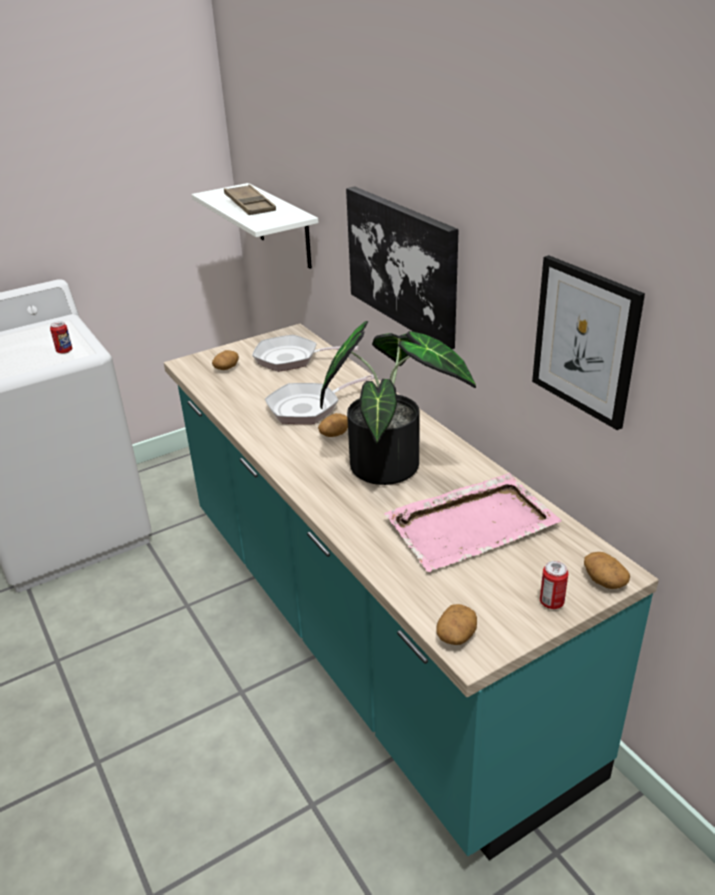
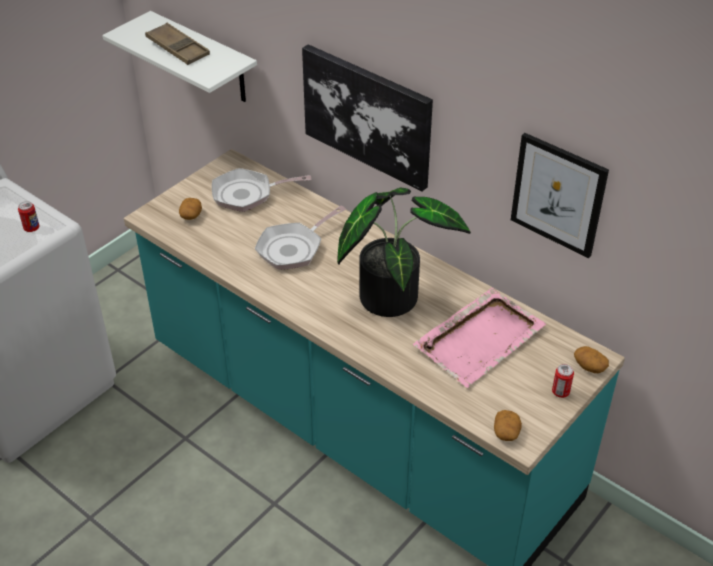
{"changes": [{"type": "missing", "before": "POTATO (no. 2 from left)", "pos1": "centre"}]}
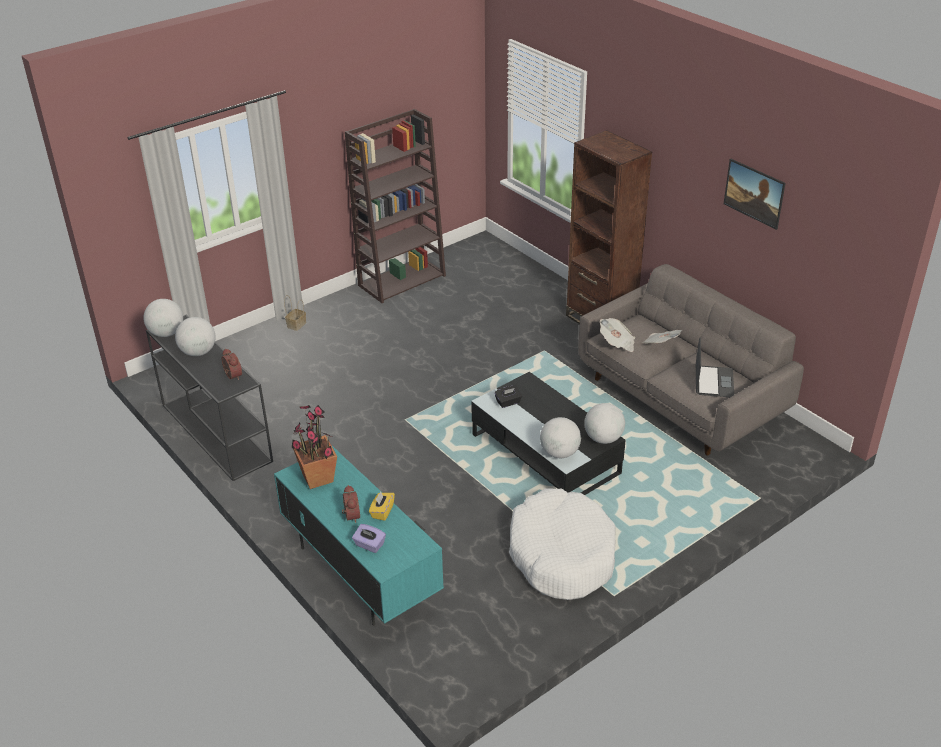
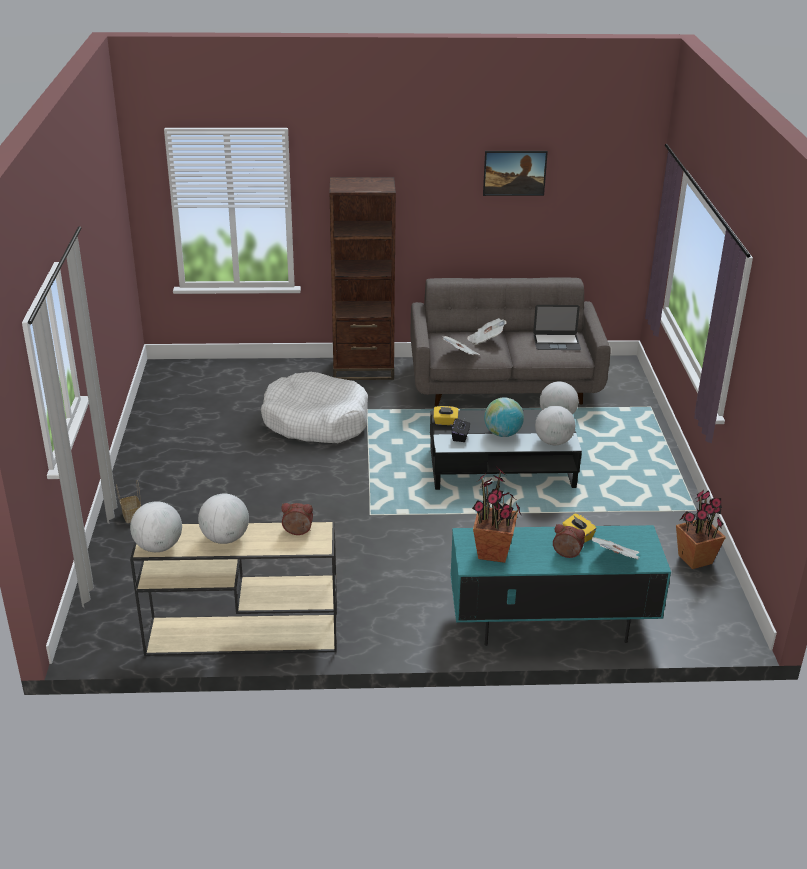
{"changes": [{"type": "missing", "before": "BROWN BOOKCASE (no. 1 from left)", "pos1": "top centre"}, {"type": "appeared", "after": "YELLOW TISSUE BOX (no. 1 from left)", "pos2": "centre"}, {"type": "appeared", "after": "GLOBE (no. 3 from left)", "pos2": "centre"}, {"type": "appeared", "after": "POTTED PLANT (no. 2 from left)", "pos2": "middle right"}, {"type": "relocated", "before": "WHITE DOG BED", "pos1": "bottom centre", "pos2": "centre"}, {"type": "exchanged", "before": "PURPLE TISSUE BOX", "after": "NEWSPAPER (no. 3 from left)", "pos1": "bottom centre", "pos2": "middle right"}, {"type": "colour", "before": "BLACK CONSOLE TABLE", "after": "BEIGE CONSOLE TABLE", "pos1": "middle left", "pos2": "bottom left"}, {"type": "spun", "before": "LAPTOP", "pos1": "middle right", "pos2": "middle right", "turn": 135}]}
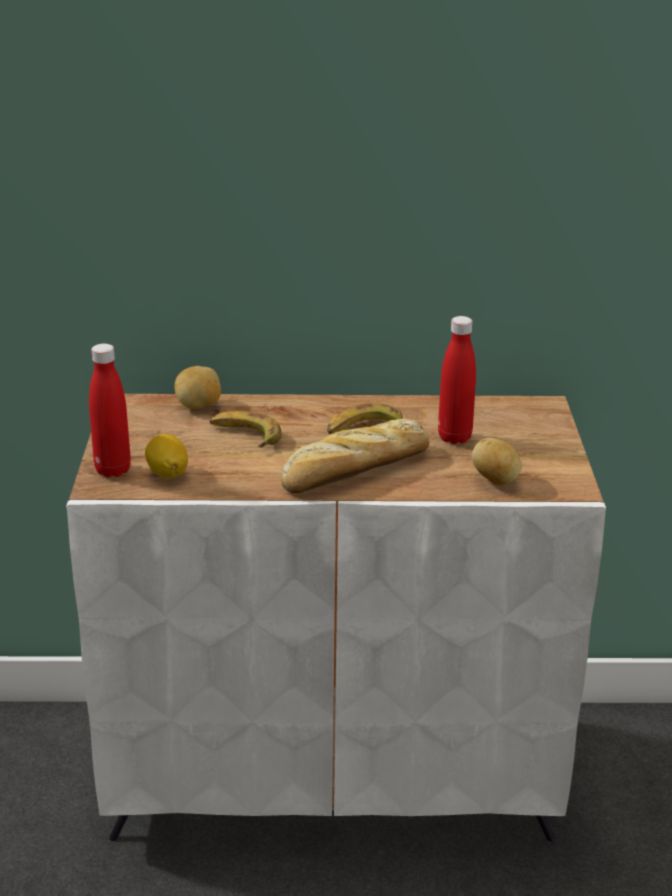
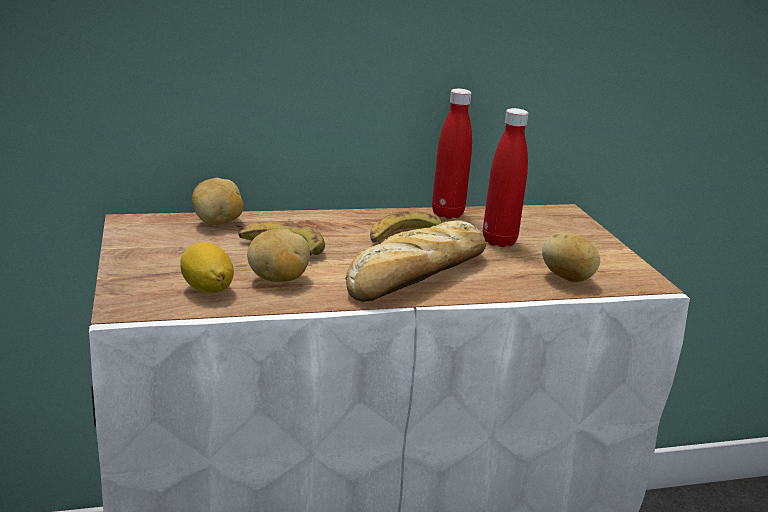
{"changes": [{"type": "appeared", "after": "POTATO (no. 2 from left)", "pos2": "centre"}, {"type": "relocated", "before": "RED BOTTLE (no. 1 from left)", "pos1": "middle left", "pos2": "top centre"}]}
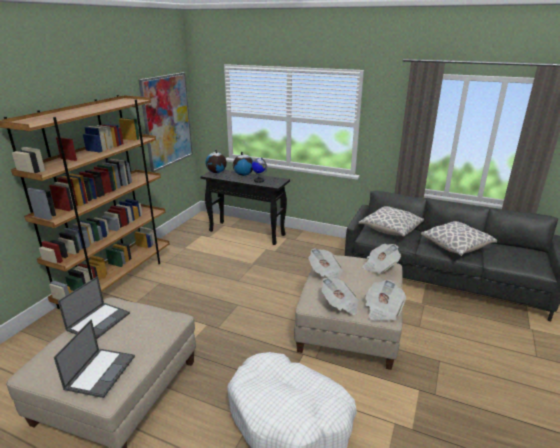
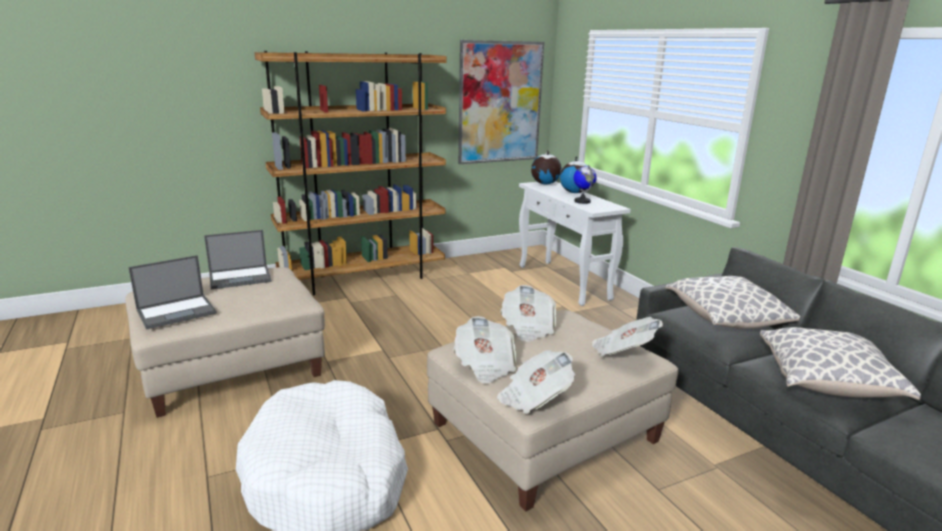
{"changes": [{"type": "colour", "before": "BLACK CONSOLE TABLE", "after": "WHITE CONSOLE TABLE", "pos1": "centre", "pos2": "centre"}]}
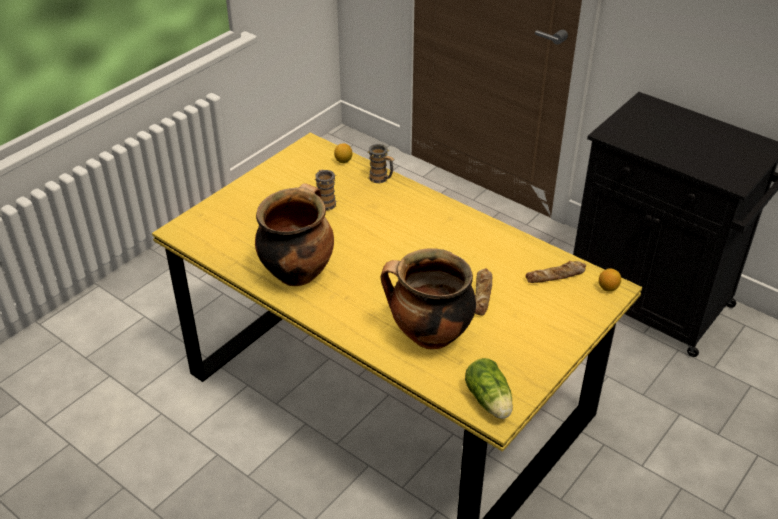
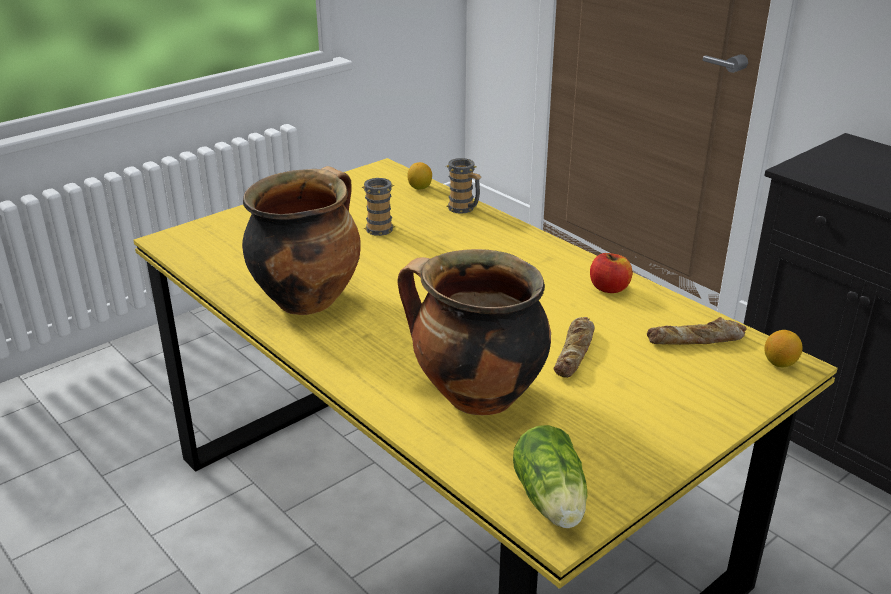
{"changes": [{"type": "appeared", "after": "APPLE", "pos2": "middle right"}]}
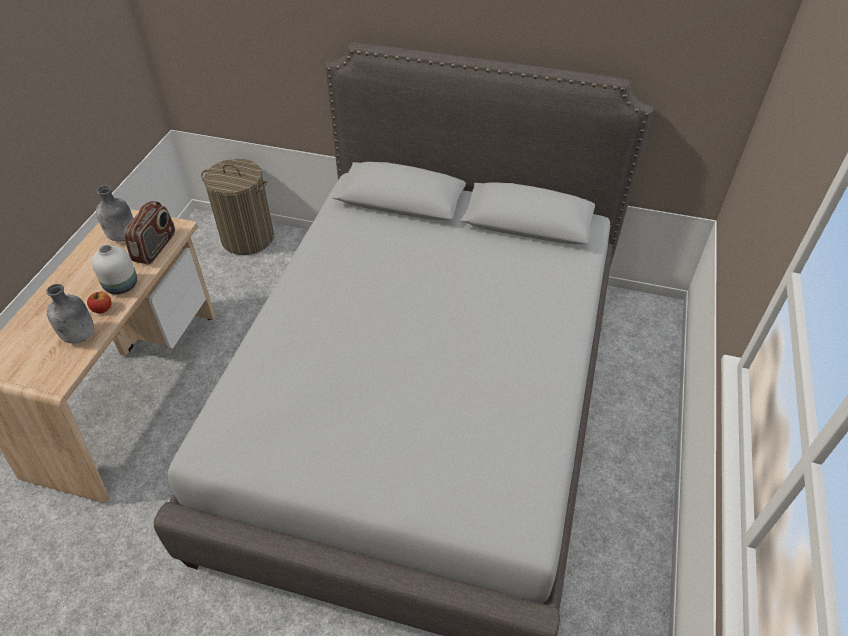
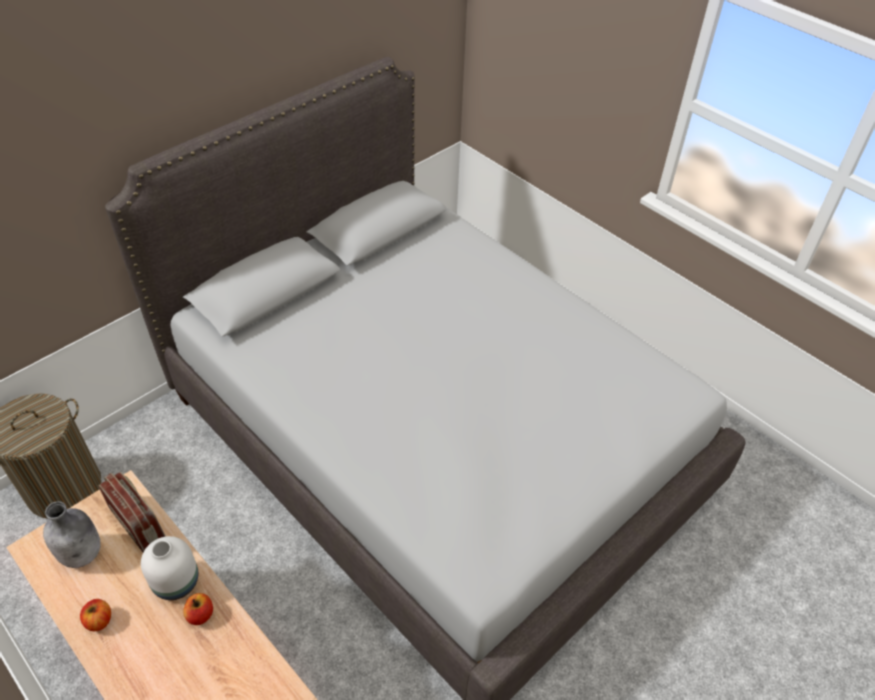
{"changes": [{"type": "missing", "before": "GREY BOTTLE (no. 1 from left)", "pos1": "middle left"}, {"type": "appeared", "after": "APPLE (no. 1 from left)", "pos2": "bottom left"}]}
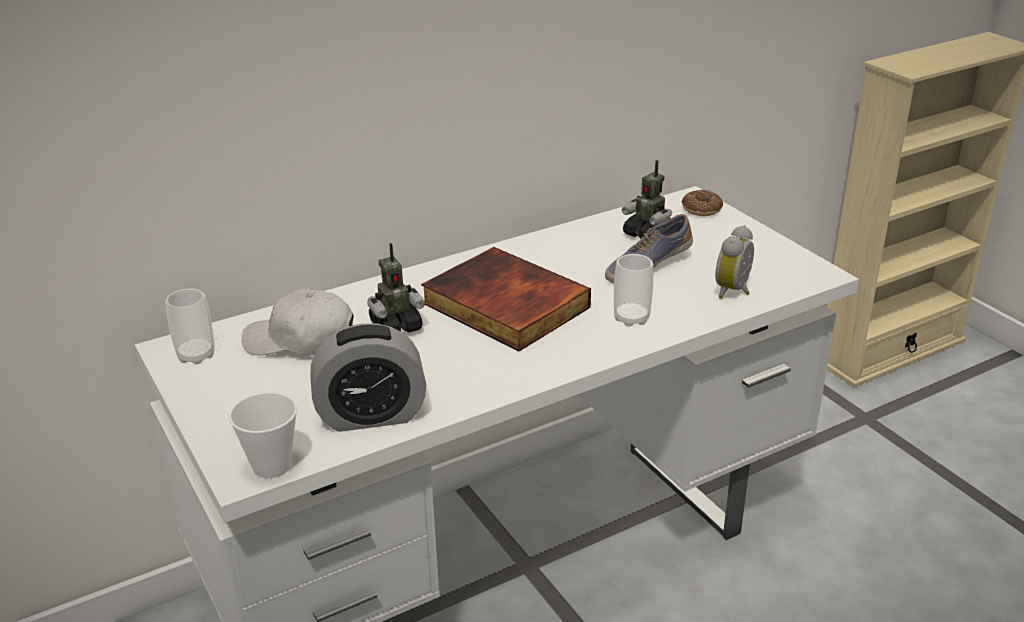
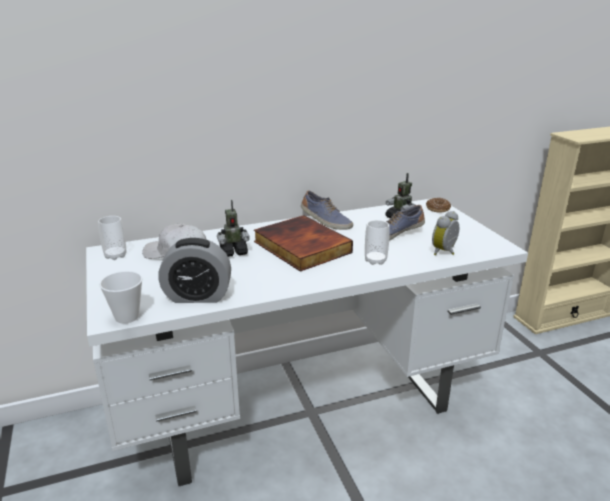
{"changes": [{"type": "appeared", "after": "SHOE (no. 1 from left)", "pos2": "centre"}]}
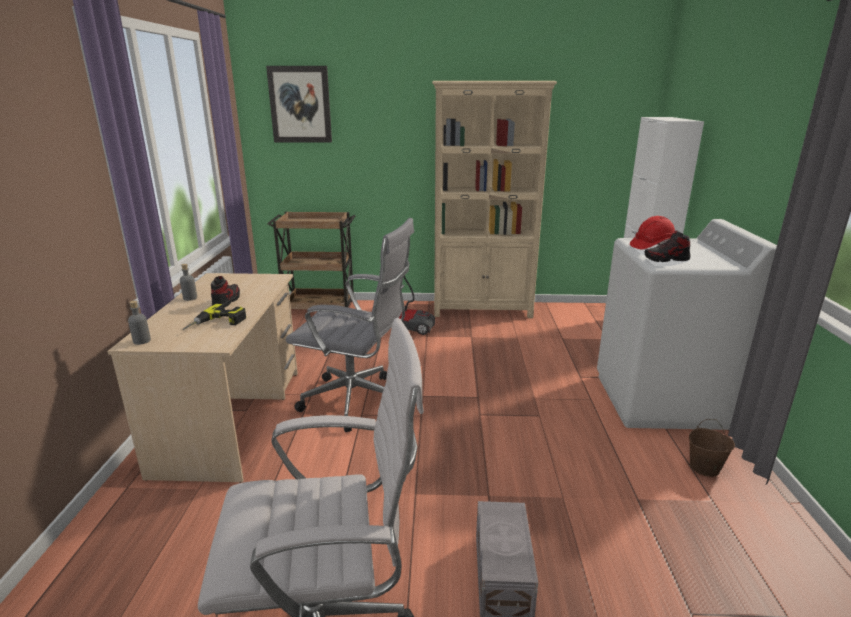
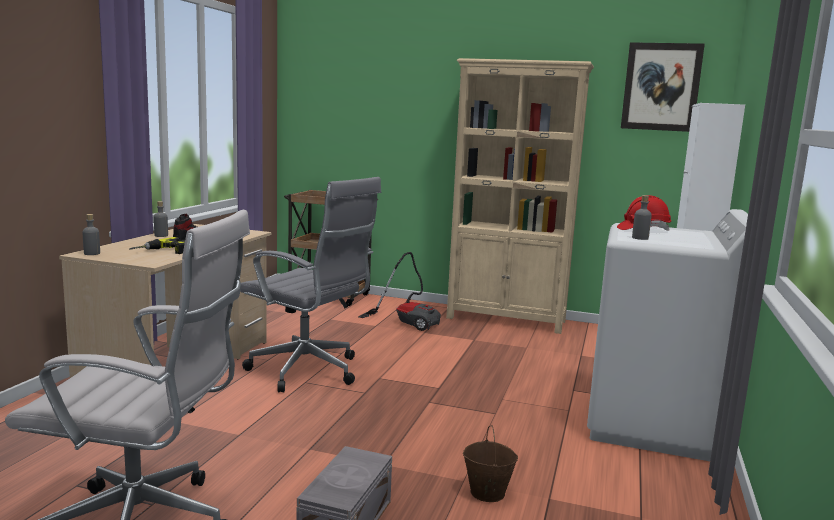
{"changes": [{"type": "relocated", "before": "PICTURE", "pos1": "top centre", "pos2": "top right"}, {"type": "relocated", "before": "BROWN BUCKET", "pos1": "bottom right", "pos2": "bottom centre"}, {"type": "exchanged", "before": "SHOE (no. 2 from left)", "after": "GREY BOTTLE (no. 3 from left)", "pos1": "middle right", "pos2": "middle right"}]}
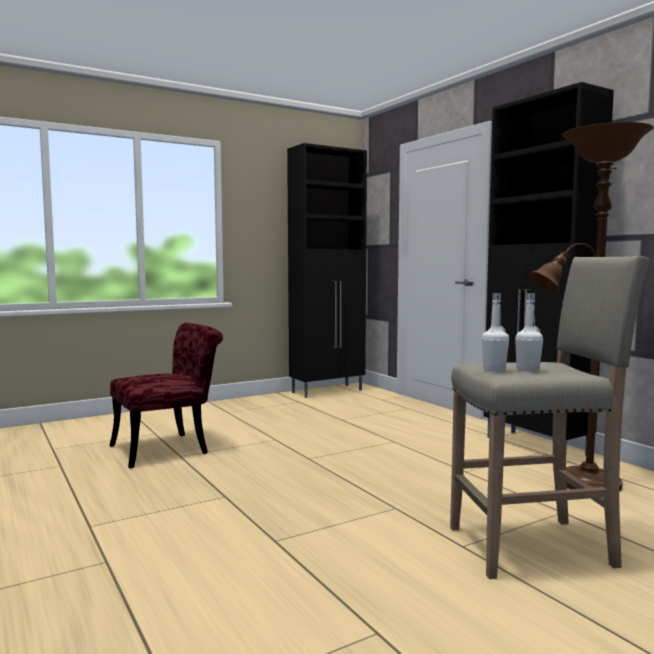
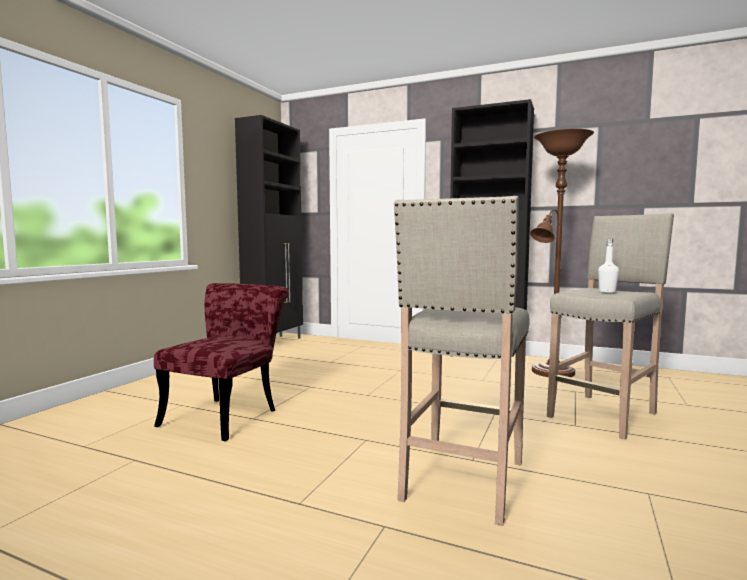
{"changes": [{"type": "missing", "before": "WHITE BOTTLE (no. 1 from left)", "pos1": "middle right"}, {"type": "appeared", "after": "BEIGE STOOL (no. 1 from left)", "pos2": "centre"}]}
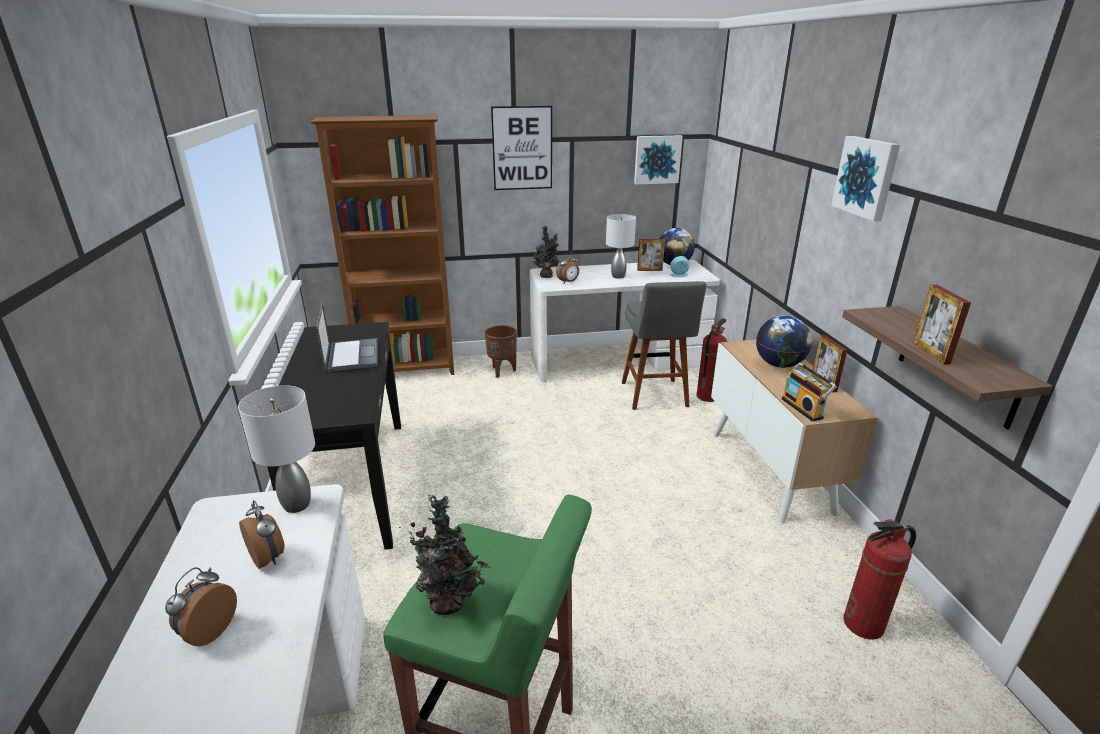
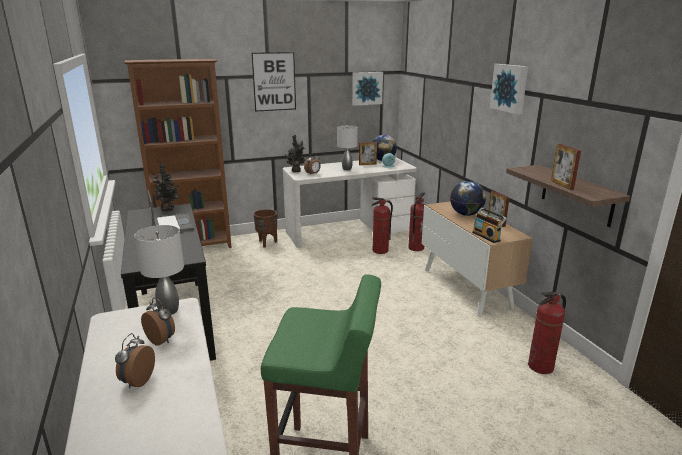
{"changes": [{"type": "relocated", "before": "POTTED PLANT (no. 1 from left)", "pos1": "bottom centre", "pos2": "middle left"}, {"type": "exchanged", "before": "GREY STOOL", "after": "FIRE EXTINGUISHER (no. 1 from left)", "pos1": "centre", "pos2": "centre"}]}
